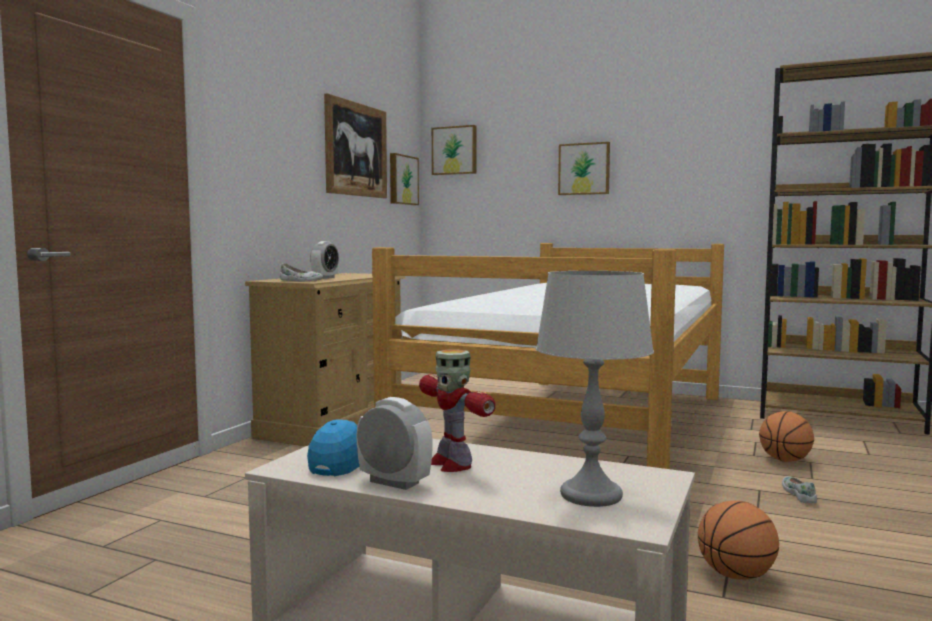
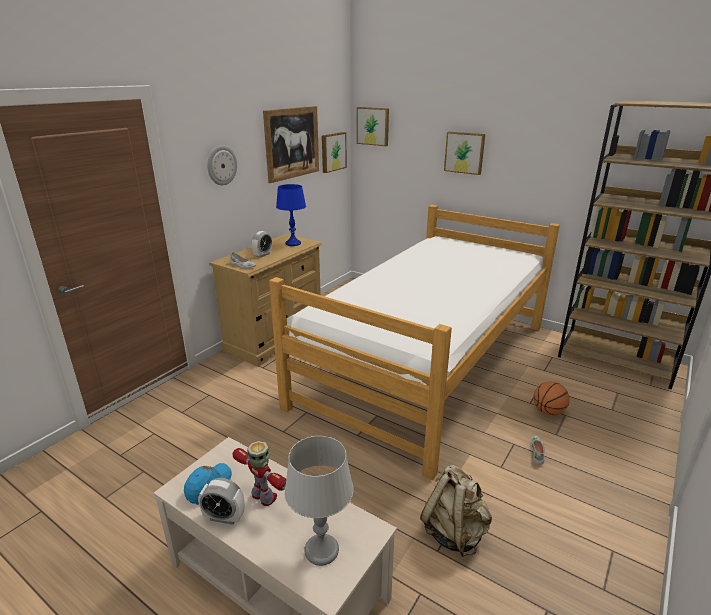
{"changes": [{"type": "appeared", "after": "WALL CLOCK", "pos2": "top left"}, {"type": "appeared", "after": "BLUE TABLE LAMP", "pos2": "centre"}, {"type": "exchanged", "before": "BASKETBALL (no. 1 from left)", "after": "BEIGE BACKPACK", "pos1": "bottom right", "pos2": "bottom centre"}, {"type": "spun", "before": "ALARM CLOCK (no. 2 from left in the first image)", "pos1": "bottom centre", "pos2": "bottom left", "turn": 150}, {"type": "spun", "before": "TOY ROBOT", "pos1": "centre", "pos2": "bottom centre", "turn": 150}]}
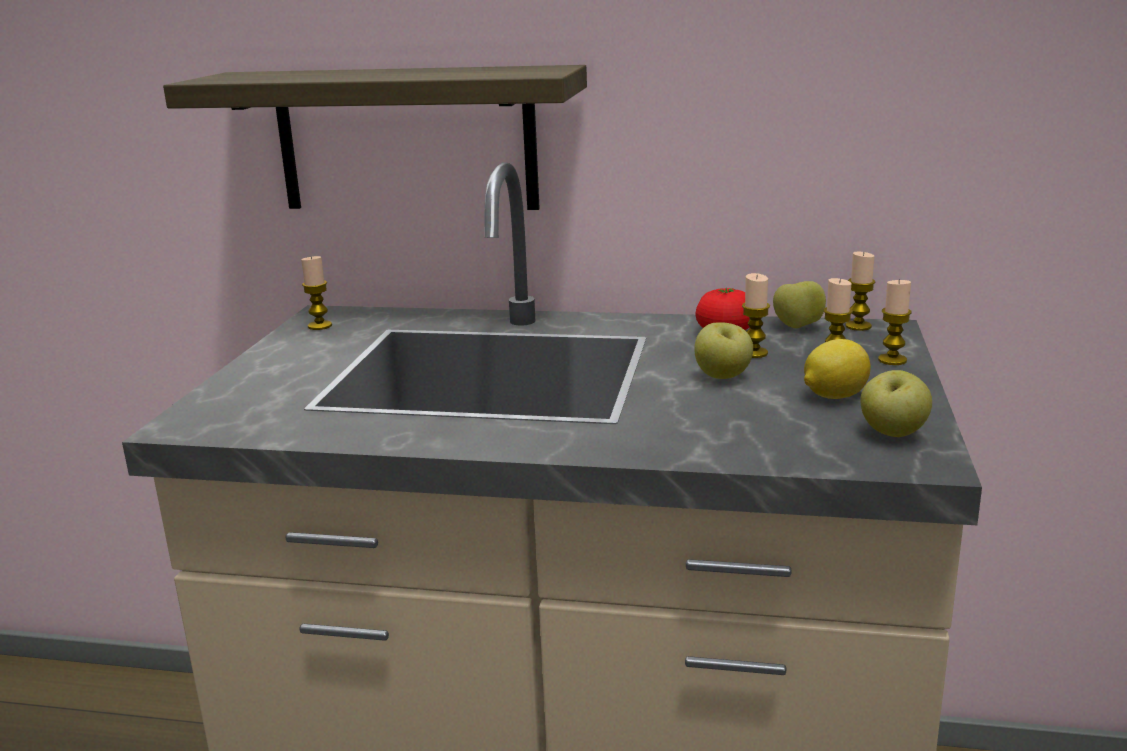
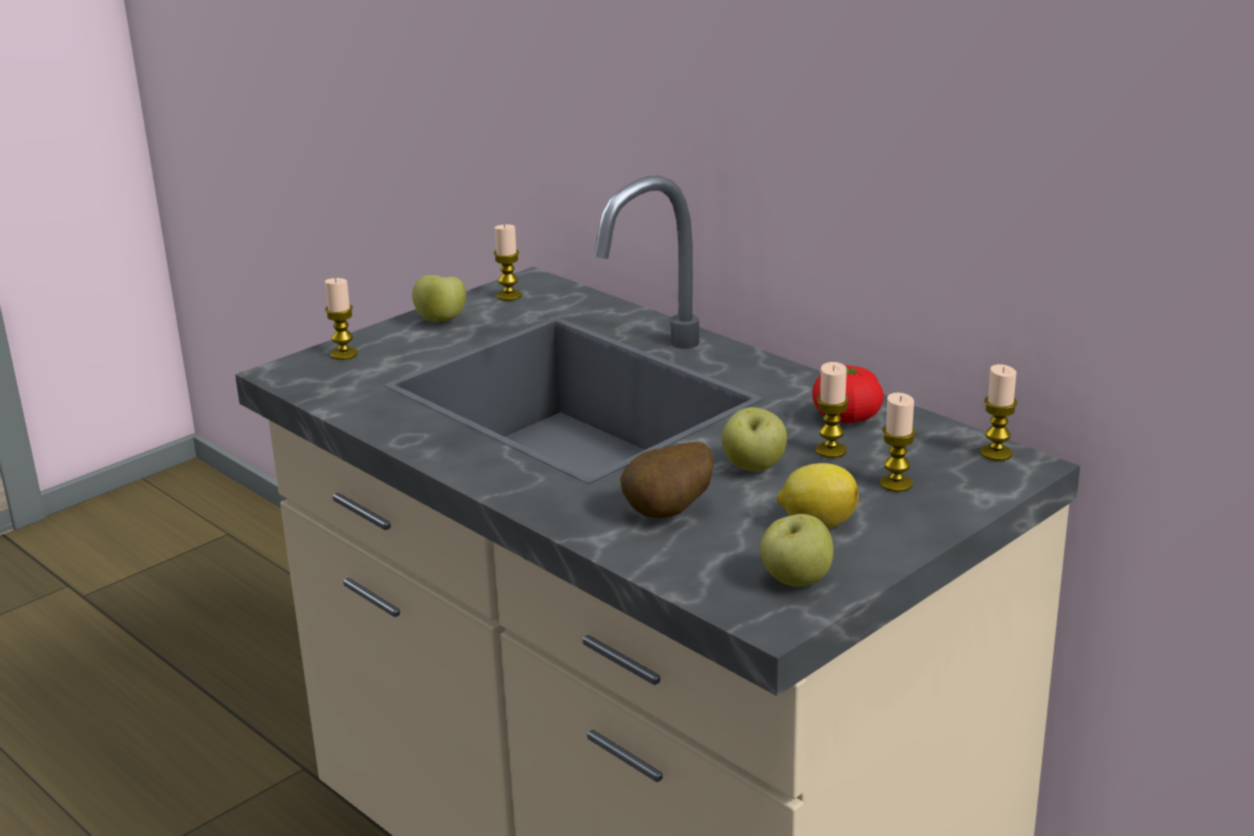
{"changes": [{"type": "missing", "before": "SHELF", "pos1": "top left"}, {"type": "appeared", "after": "POTATO", "pos2": "centre"}, {"type": "relocated", "before": "APPLE (no. 2 from left in the first image)", "after": "APPLE (no. 1 from left)", "pos1": "middle right", "pos2": "centre"}, {"type": "relocated", "before": "CANDLE (no. 5 from left in the first image)", "after": "CANDLE (no. 1 from left)", "pos1": "middle right", "pos2": "middle left"}]}
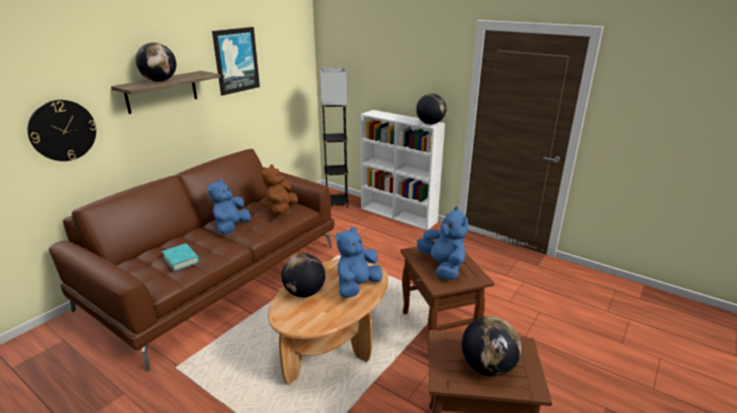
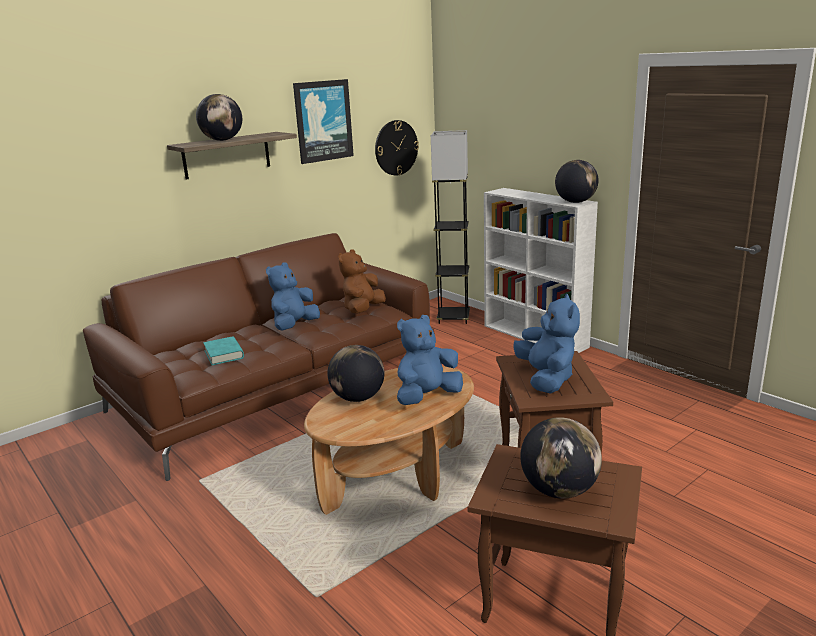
{"changes": [{"type": "relocated", "before": "WALL CLOCK", "pos1": "top left", "pos2": "top centre"}]}
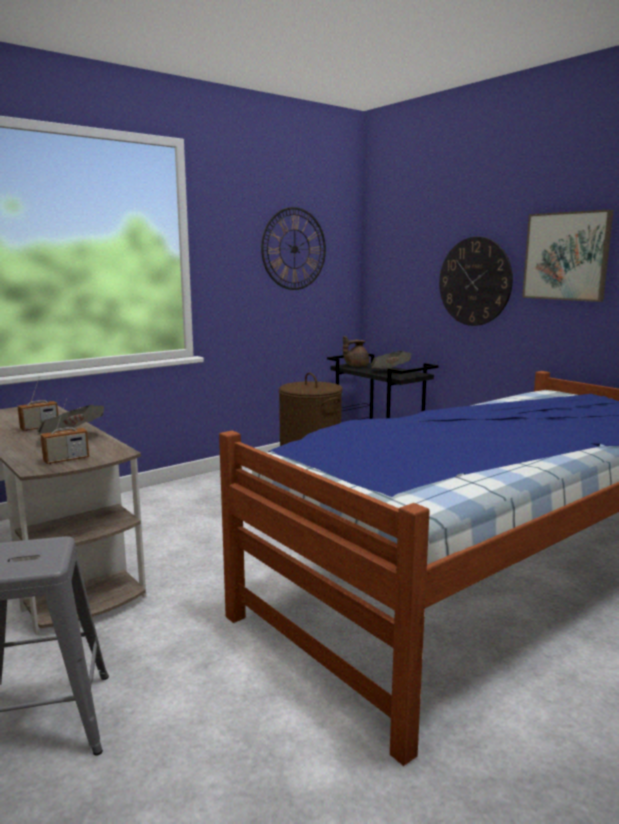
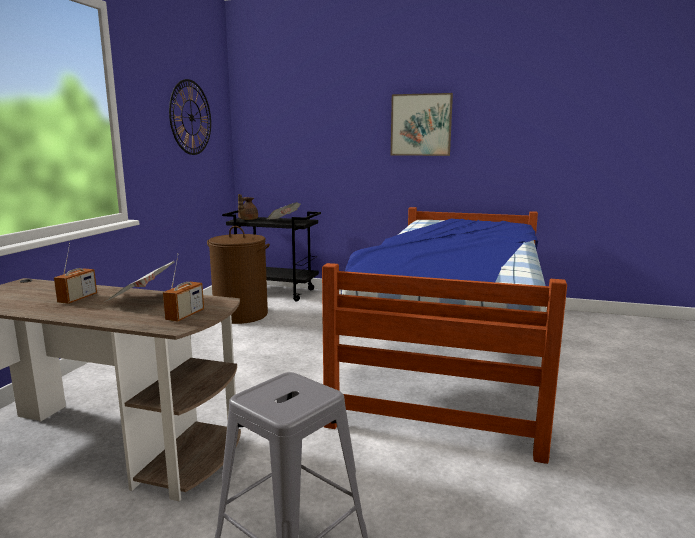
{"changes": [{"type": "missing", "before": "WALL CLOCK (no. 2 from left)", "pos1": "middle right"}]}
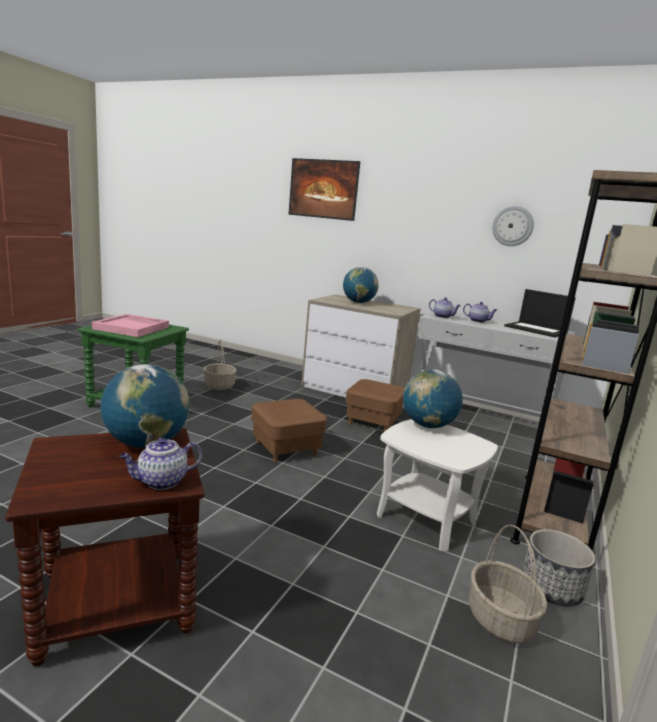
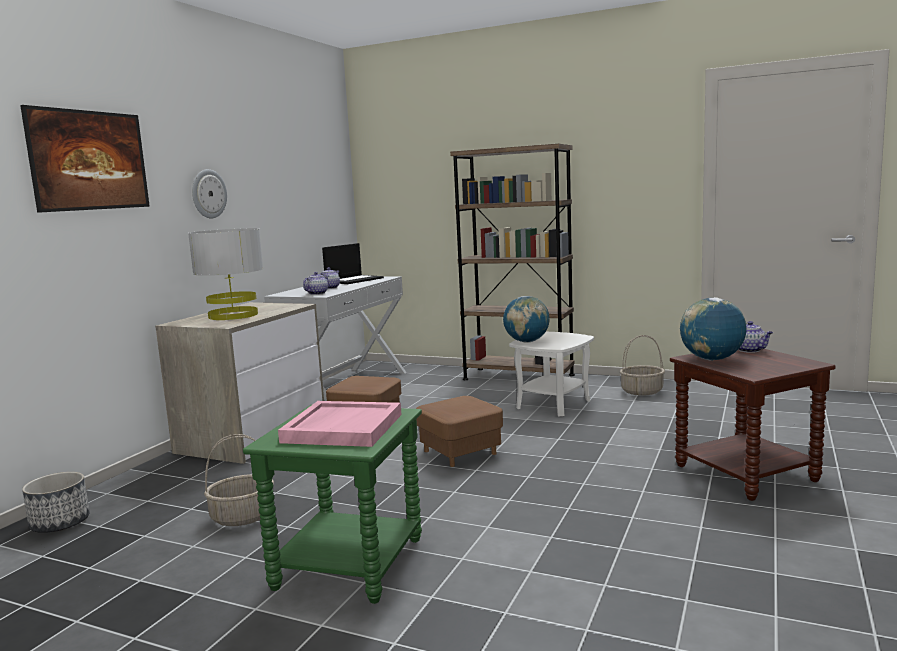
{"changes": [{"type": "relocated", "before": "WALL CLOCK", "pos1": "top right", "pos2": "top left"}, {"type": "relocated", "before": "PLANTER", "pos1": "bottom right", "pos2": "bottom left"}, {"type": "exchanged", "before": "GLOBE (no. 2 from left)", "after": "GREY TABLE LAMP", "pos1": "centre", "pos2": "middle left"}]}
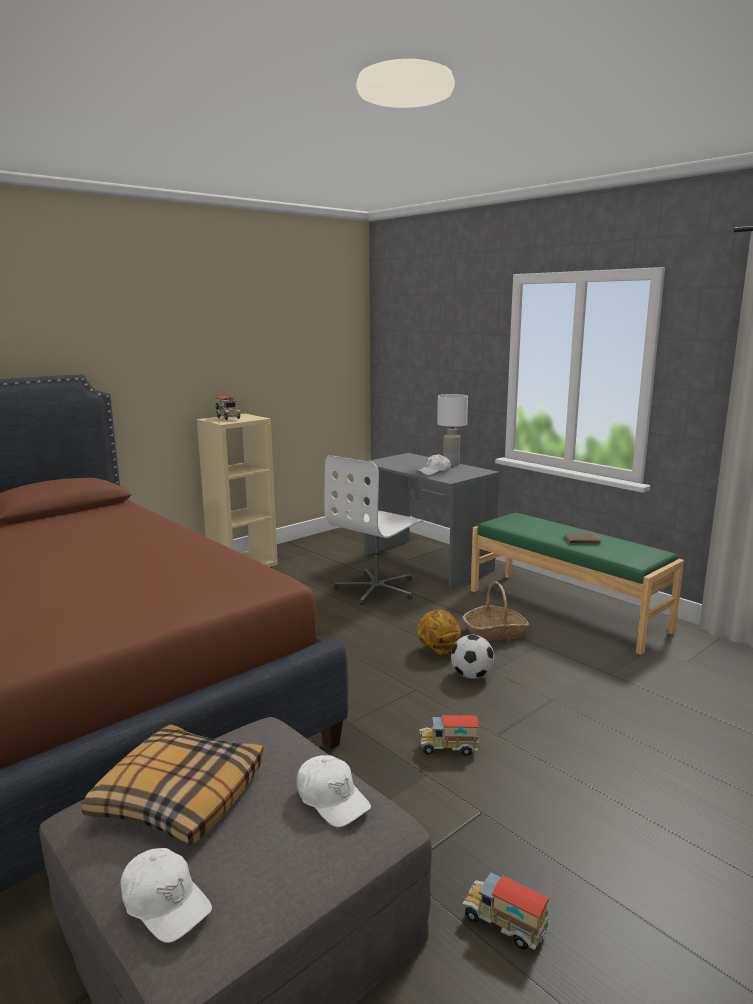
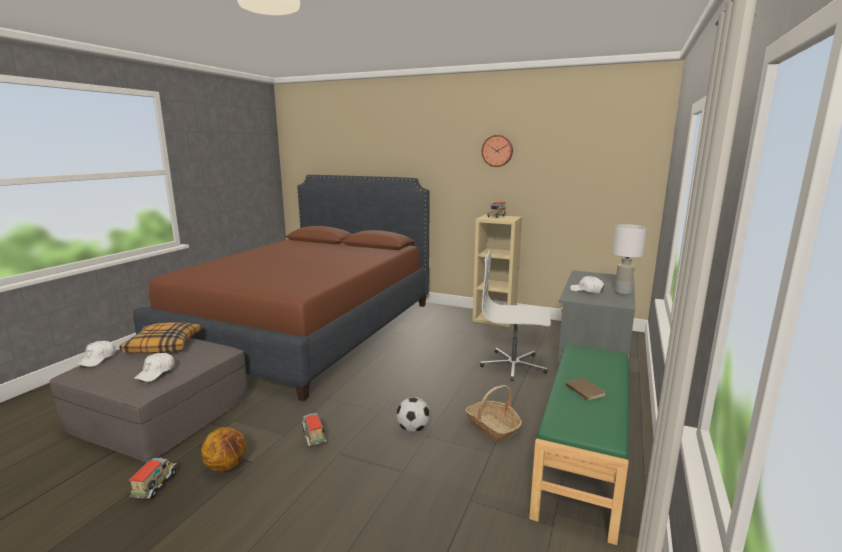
{"changes": [{"type": "appeared", "after": "WALL CLOCK", "pos2": "top centre"}, {"type": "relocated", "before": "BASKETBALL", "pos1": "centre", "pos2": "bottom left"}]}
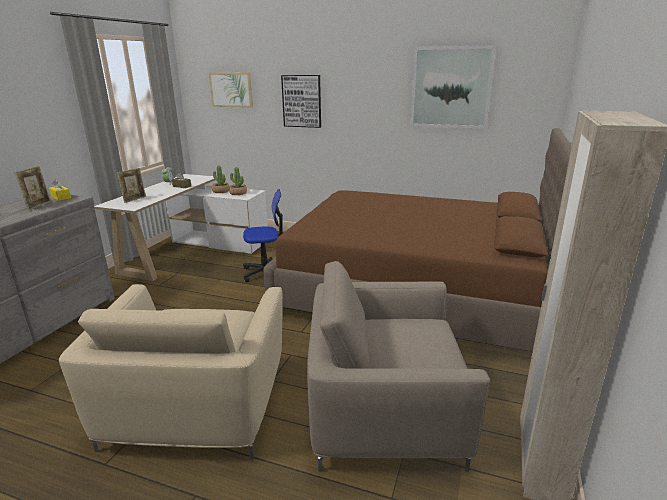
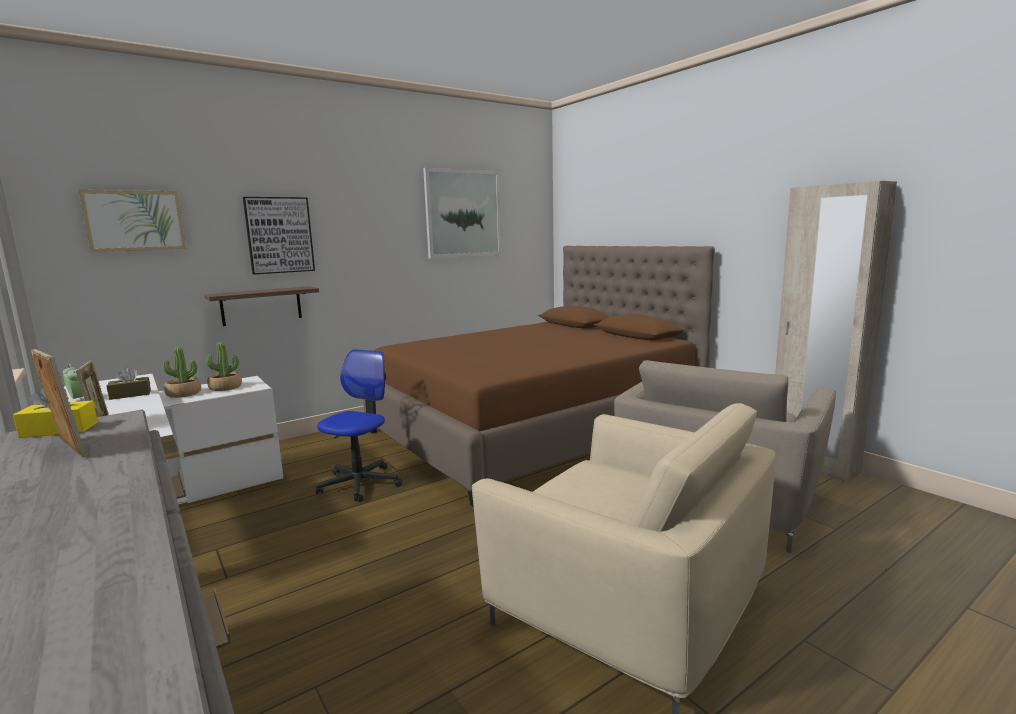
{"changes": [{"type": "appeared", "after": "SHELF", "pos2": "middle left"}]}
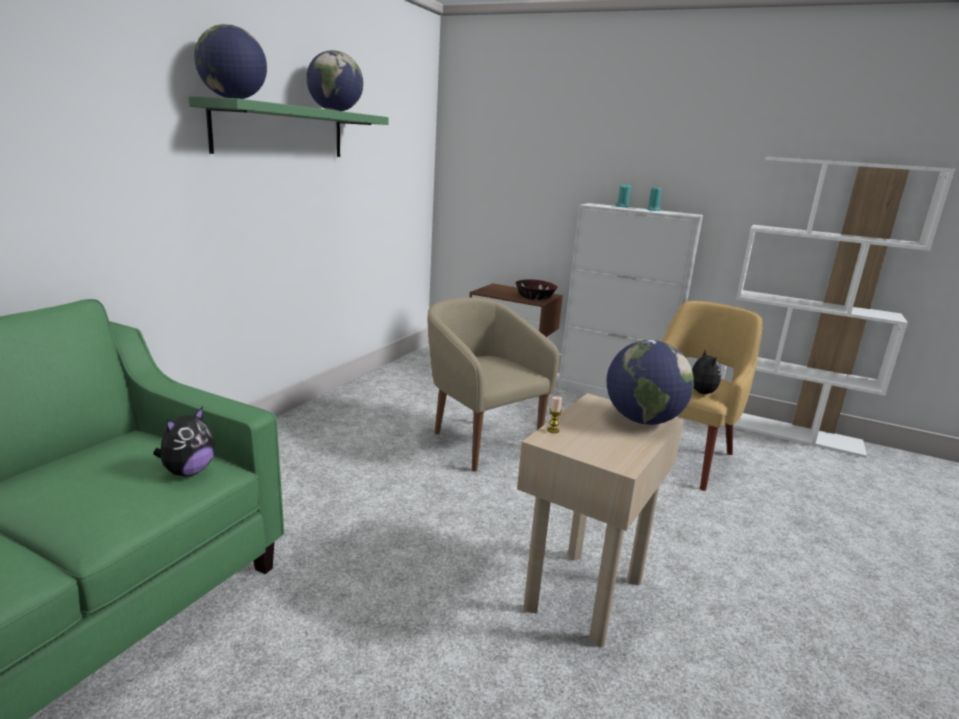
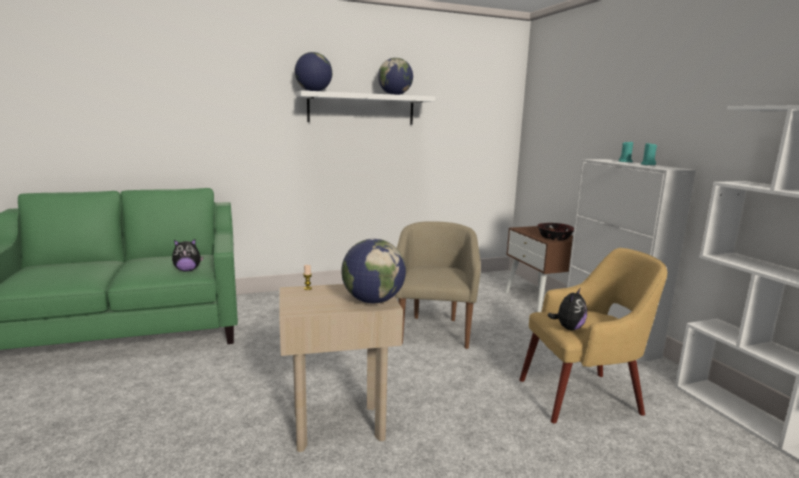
{"changes": [{"type": "colour", "before": "GREEN SHELF", "after": "WHITE SHELF", "pos1": "top left", "pos2": "top centre"}]}
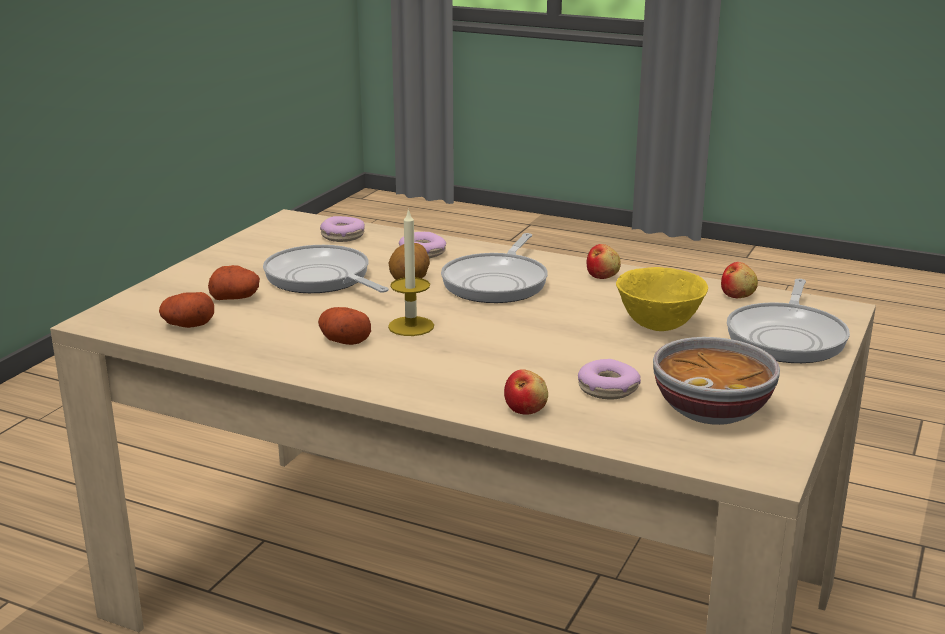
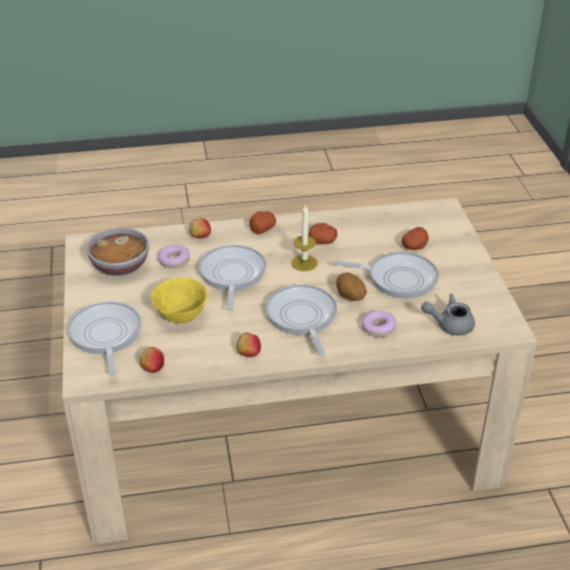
{"changes": [{"type": "appeared", "after": "FRYING PAN (no. 2 from left)", "pos2": "centre"}, {"type": "relocated", "before": "POTATO (no. 1 from left)", "pos1": "middle left", "pos2": "centre"}, {"type": "exchanged", "before": "DONUT (no. 1 from left)", "after": "GREY TEAPOT", "pos1": "centre", "pos2": "middle right"}]}
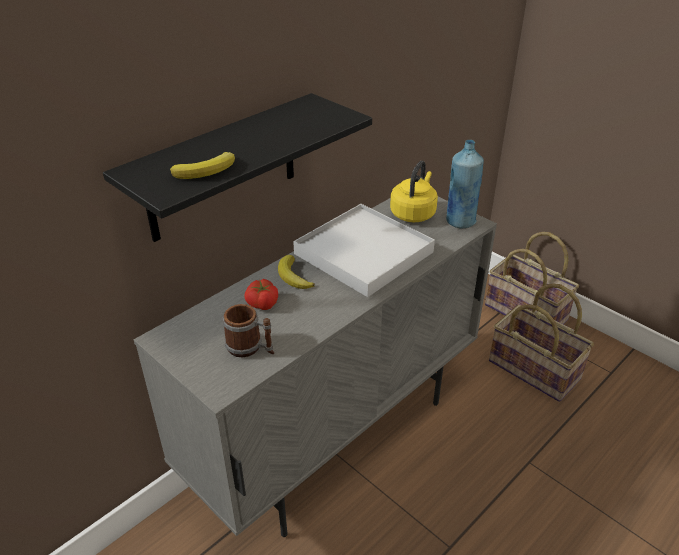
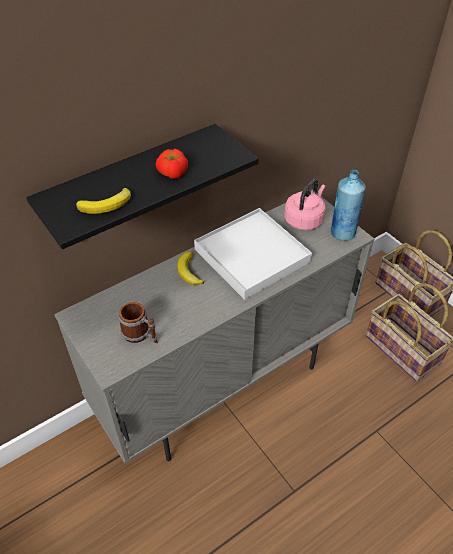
{"changes": [{"type": "relocated", "before": "TOMATO", "pos1": "centre", "pos2": "top centre"}, {"type": "colour", "before": "YELLOW KETTLE", "after": "PINK KETTLE", "pos1": "centre", "pos2": "middle right"}]}
